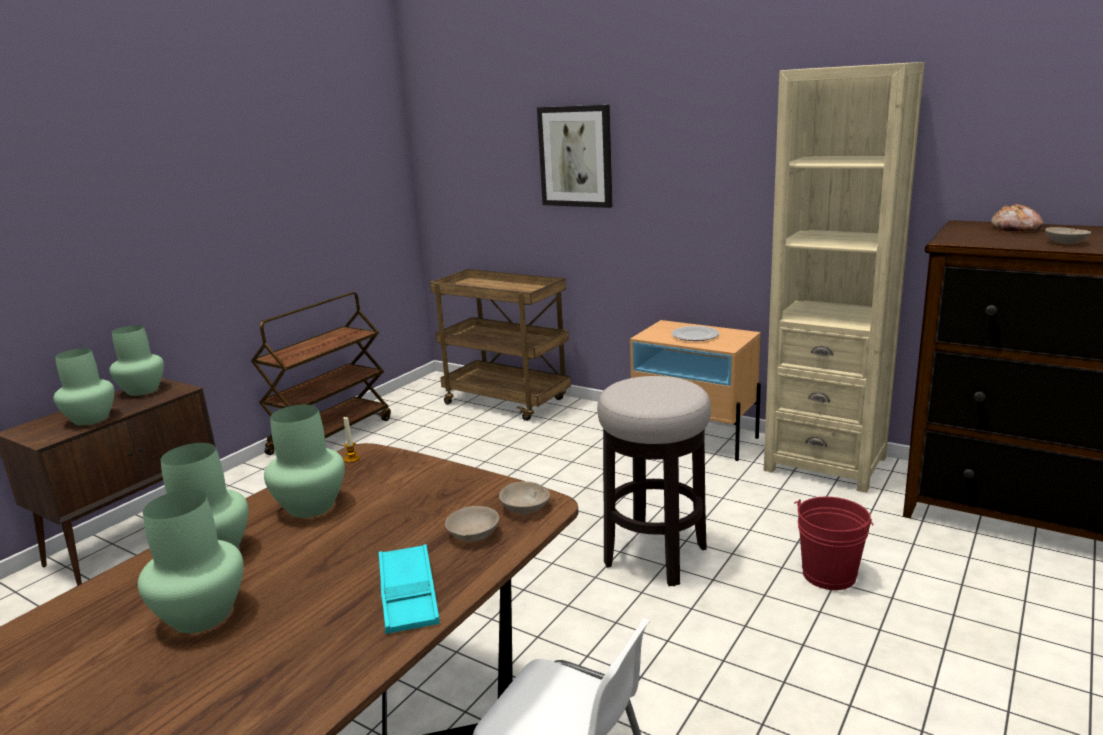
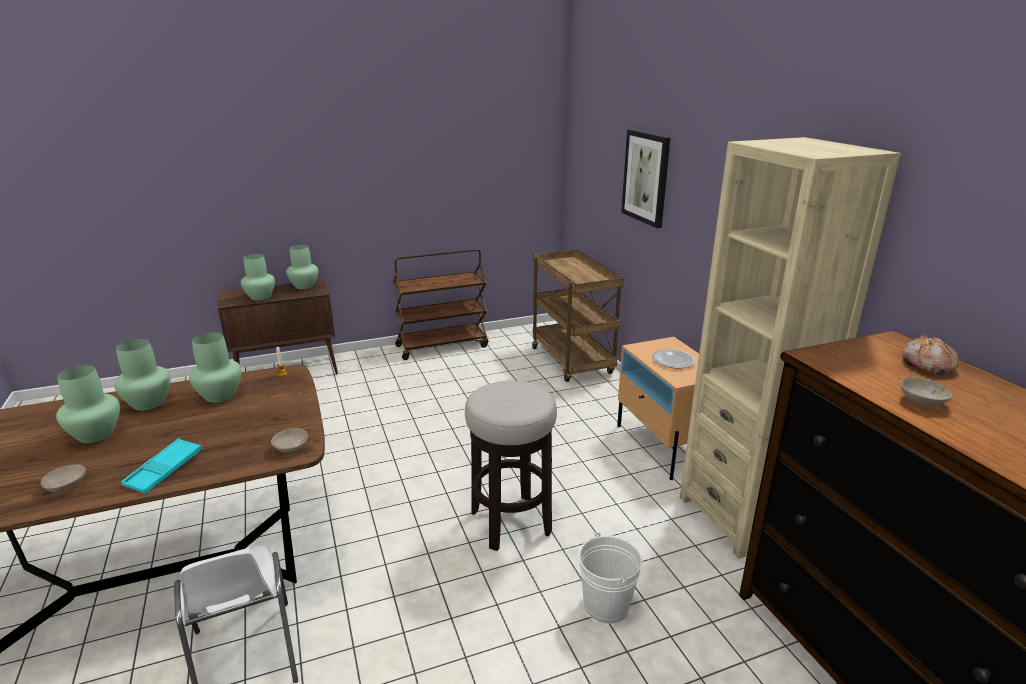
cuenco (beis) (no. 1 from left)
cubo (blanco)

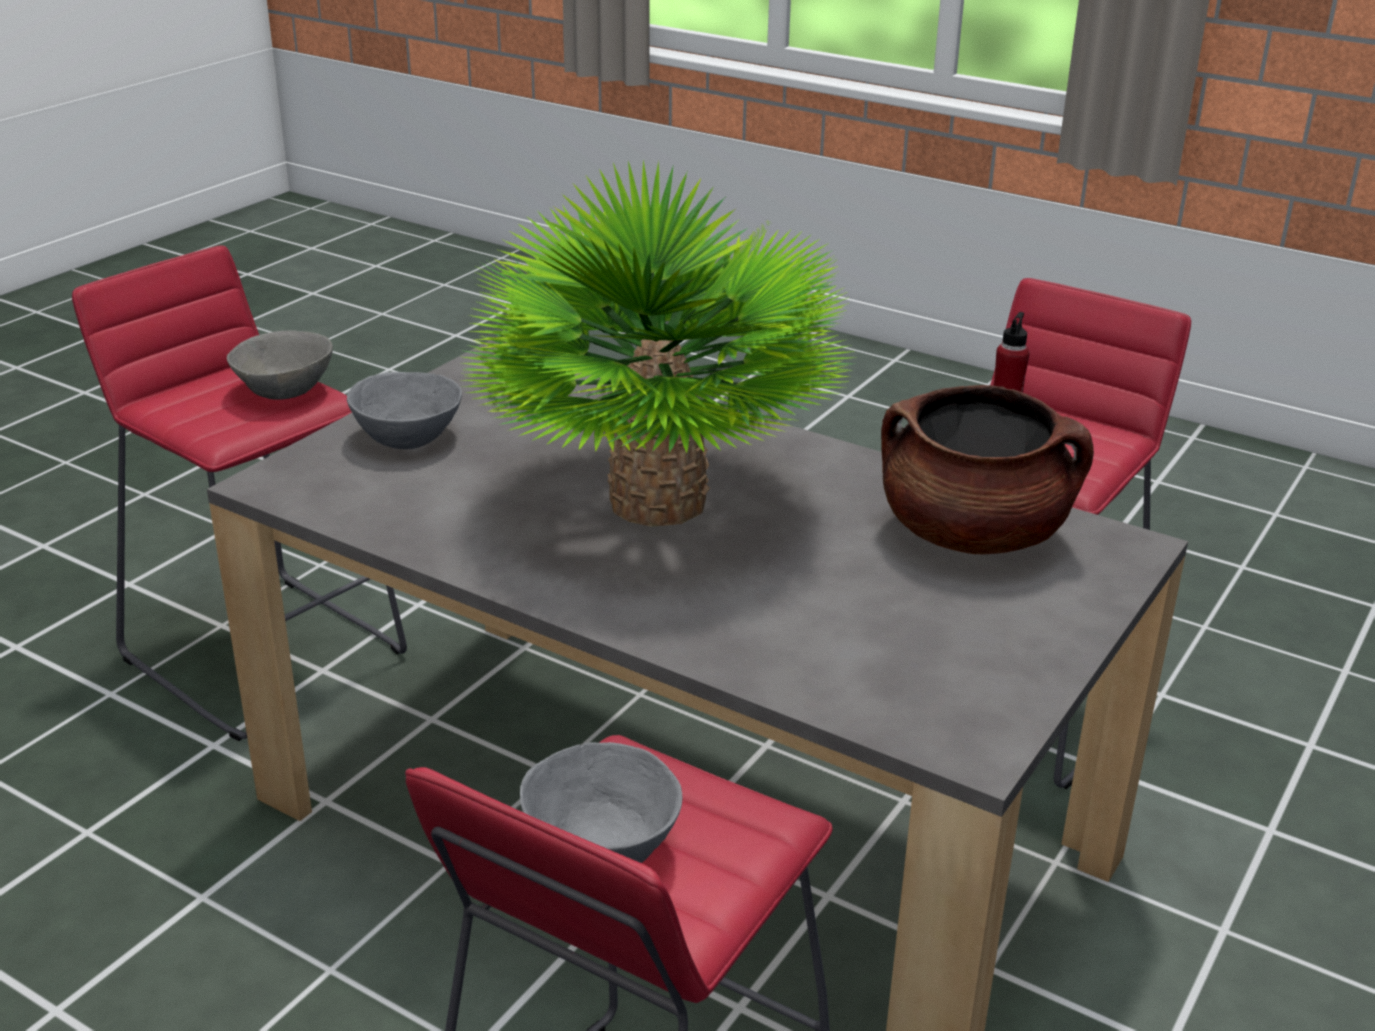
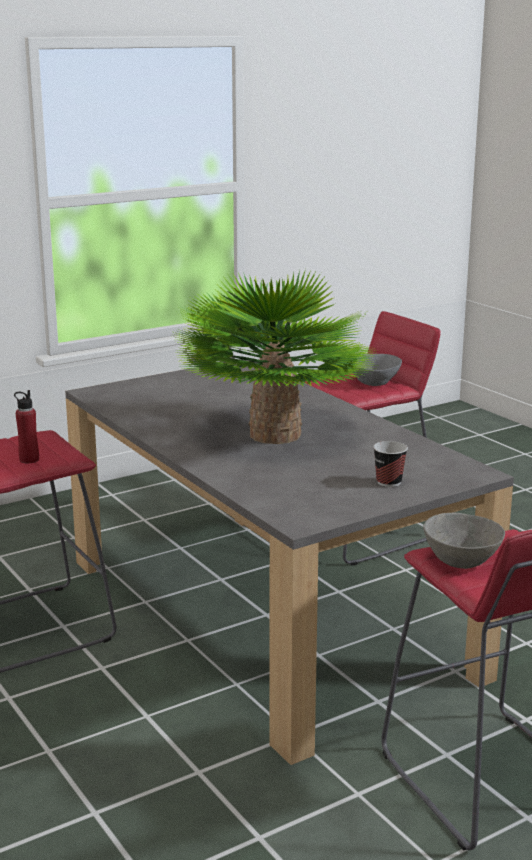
taza
olla (marrón)

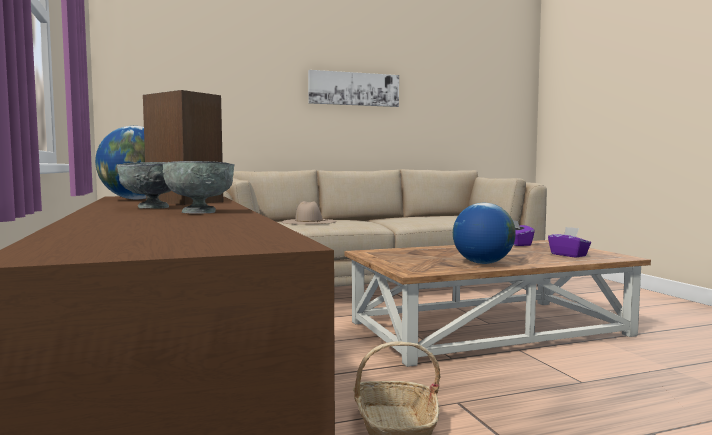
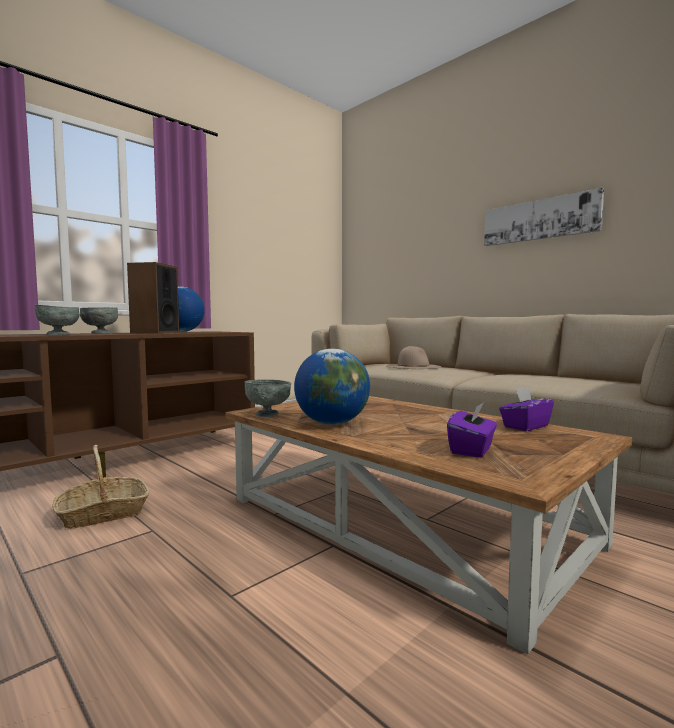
cuenco (gris) (no. 3 from left)

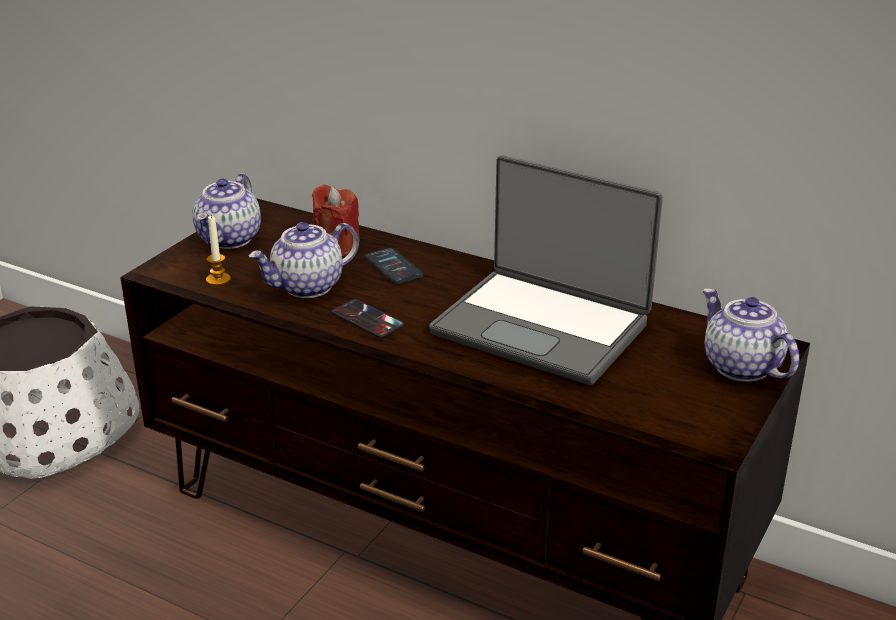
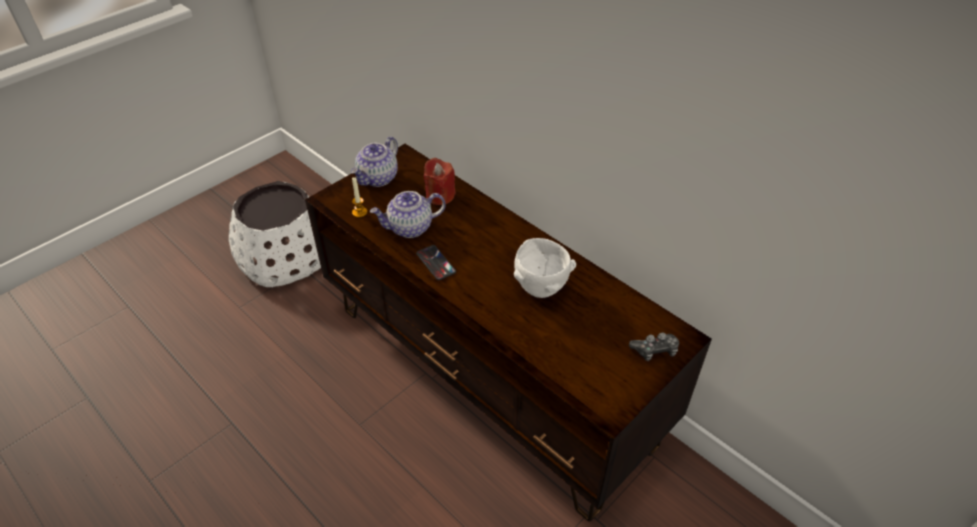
cuenco (blanco)
mando de consola
móvil (no. 2 from left in the first image)

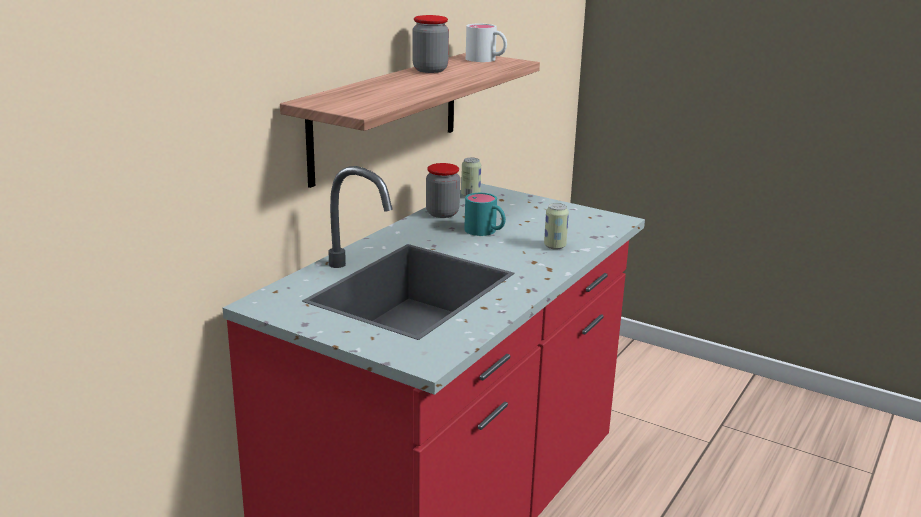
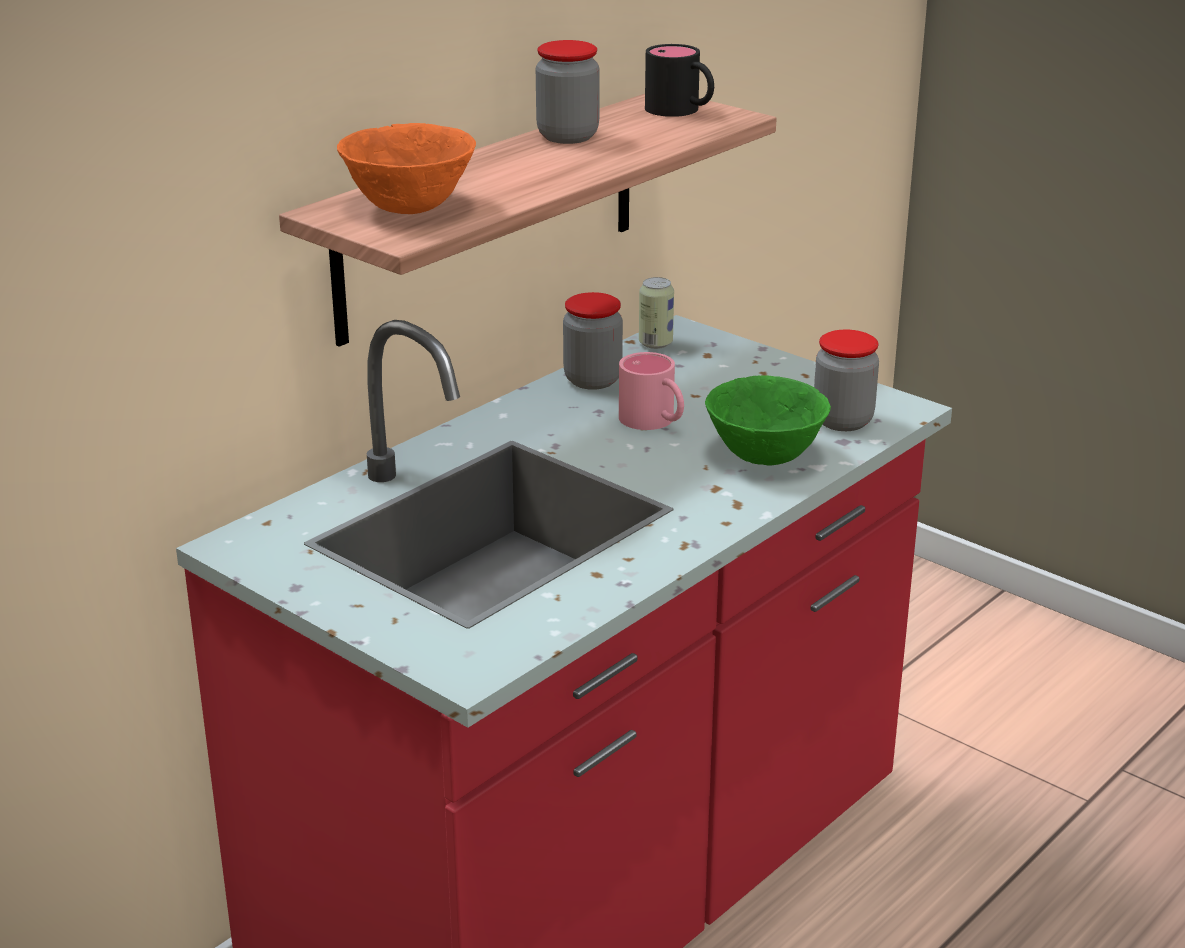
cuenco (naranja)
taza grande (rosa)
taza grande (negro)
cuenco (verde)
tarro (no. 3 from left)

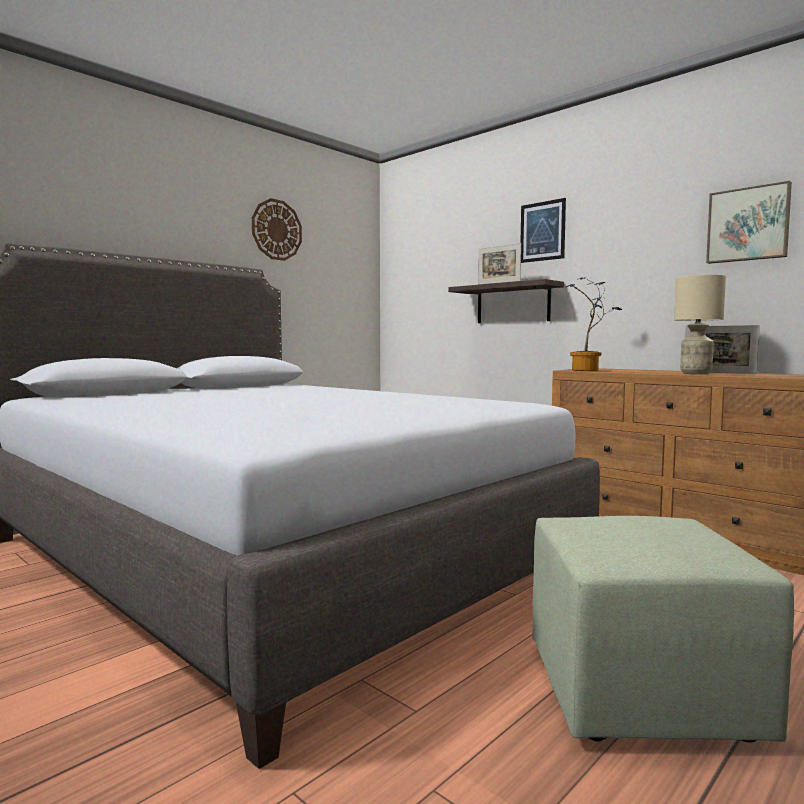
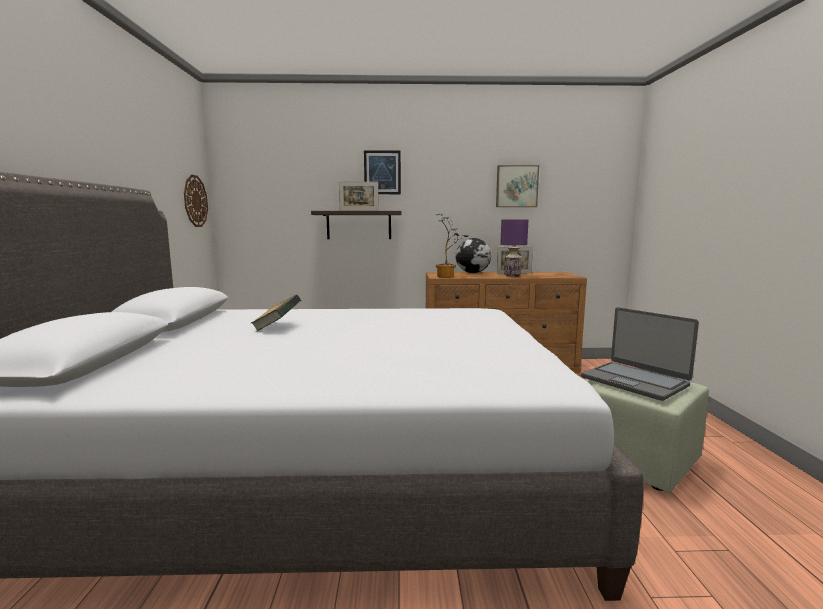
reloj de pared
libro
globo terráqueo
lámpara de mesa (morado)
portátil

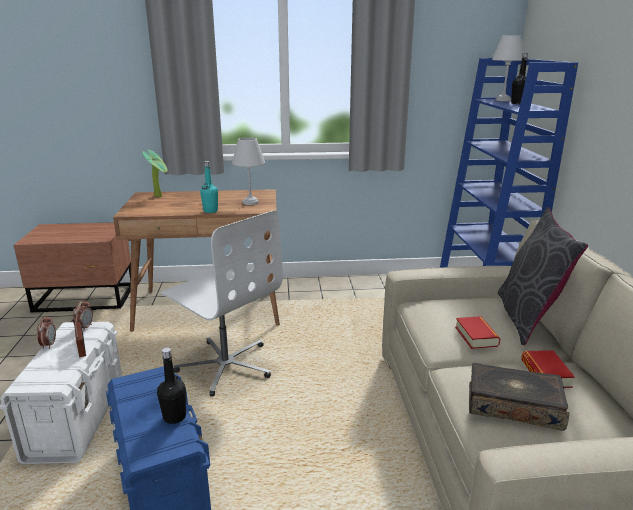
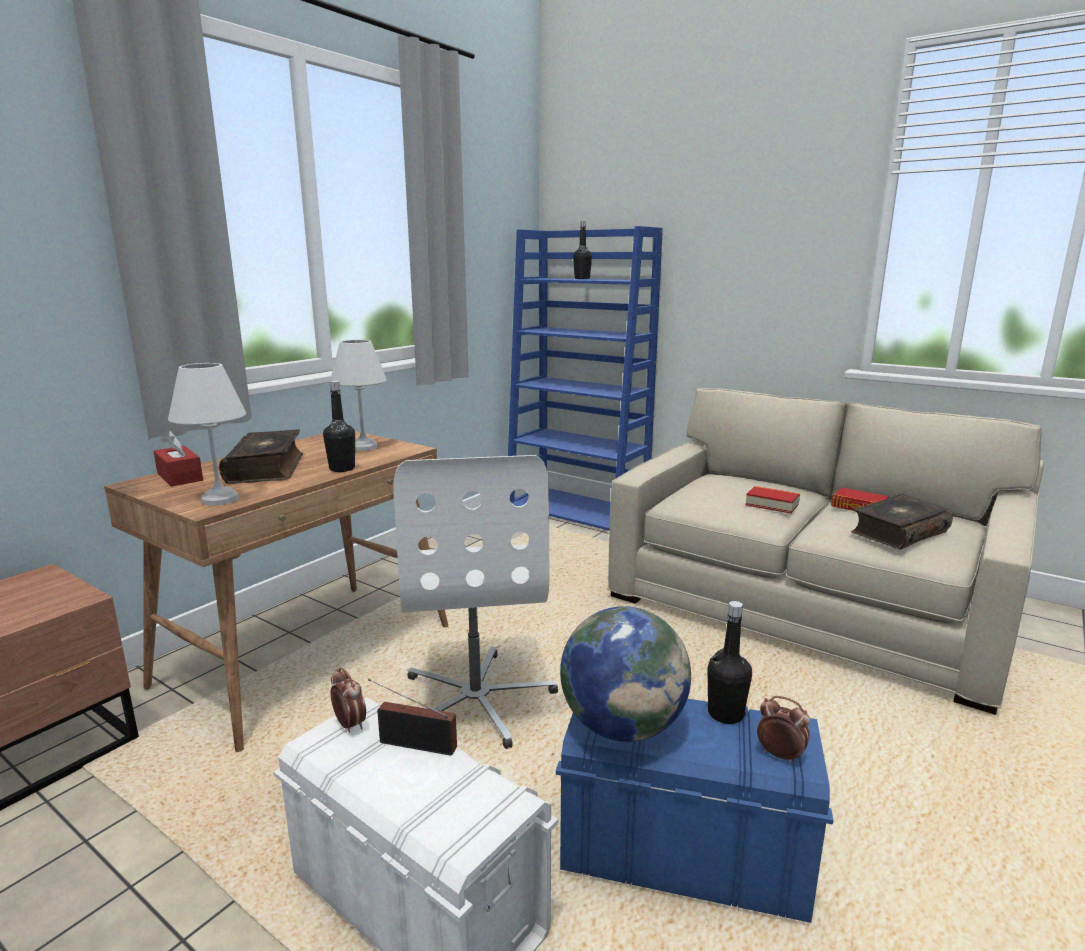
caja de pañuelos (rojo)
lámpara de mesa (blanco) (no. 1 from left)
libro (no. 1 from left)
botella (negro) (no. 1 from left)
silla de oficina (blanco)
globo terráqueo
despertador (no. 2 from left)
cojín (gris)

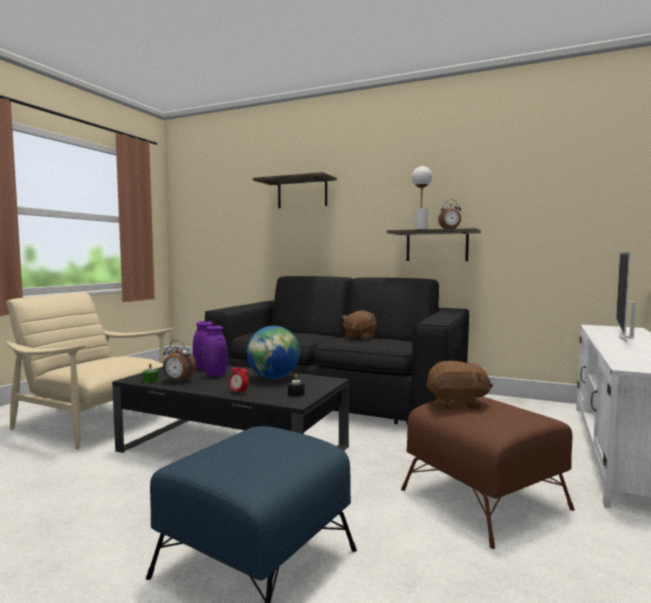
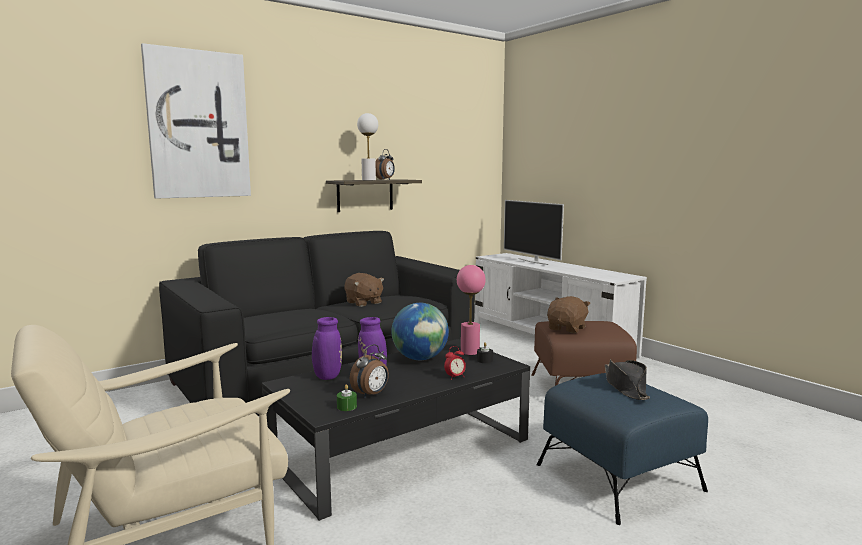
cuadro
lámpara de mesa (rosa)
sombrero (negro)

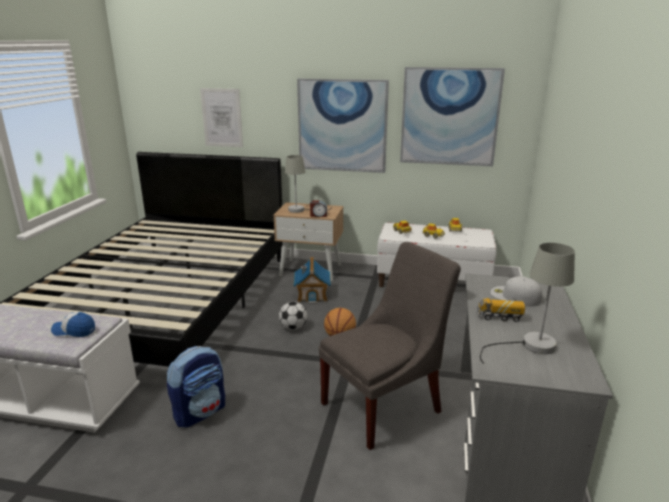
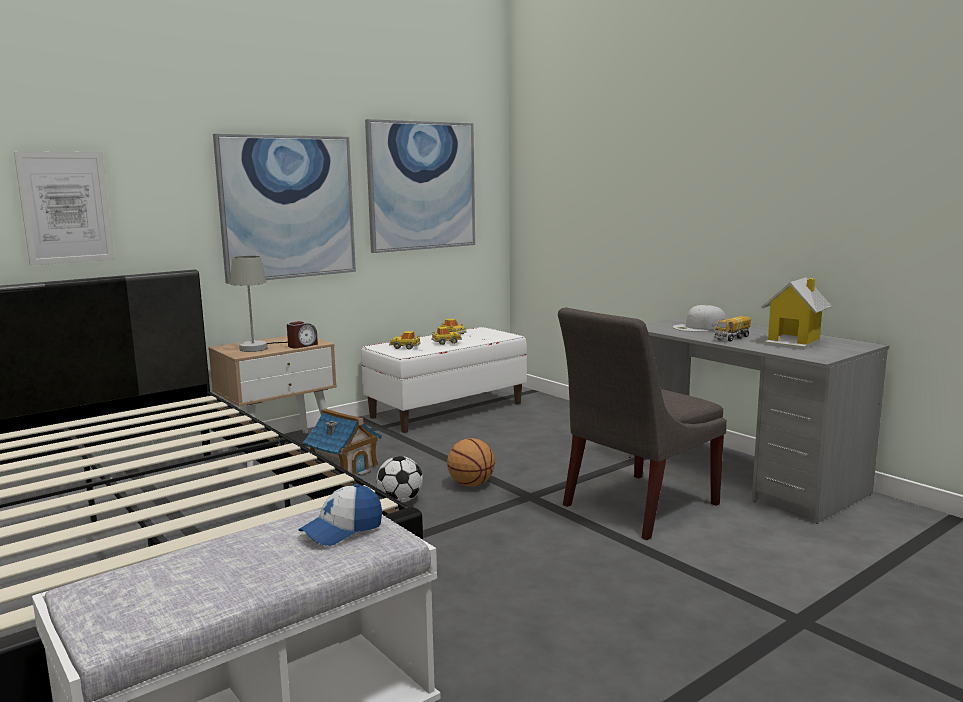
silla (gris)
casita (no. 2 from left)
mochila

